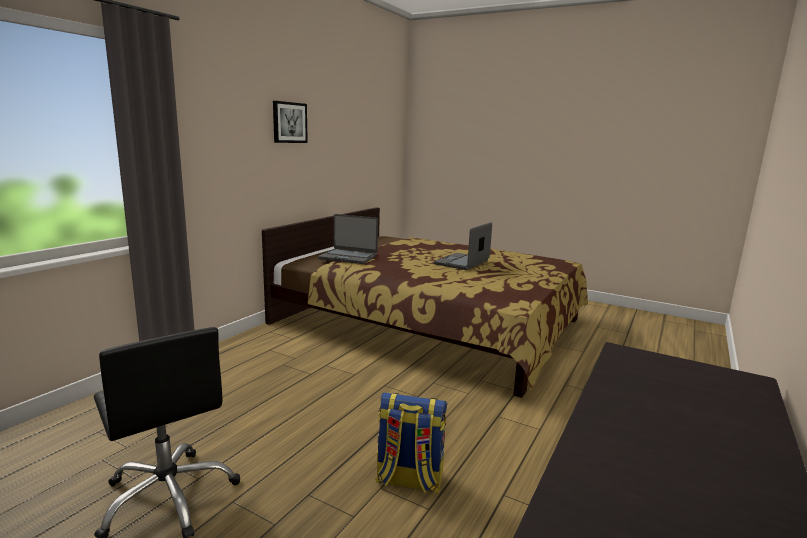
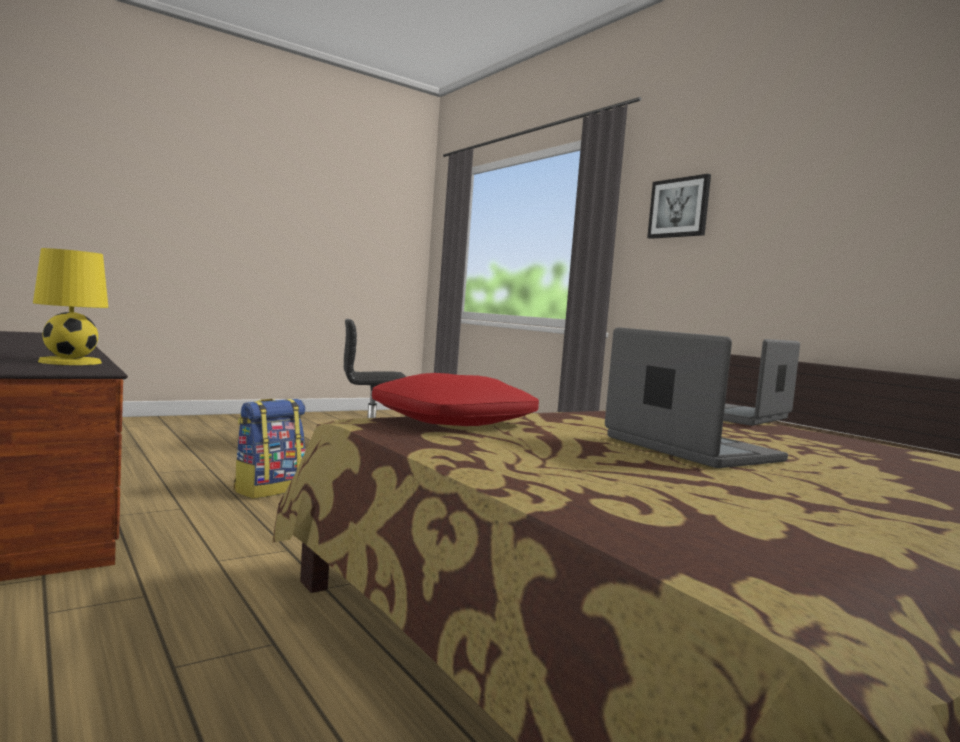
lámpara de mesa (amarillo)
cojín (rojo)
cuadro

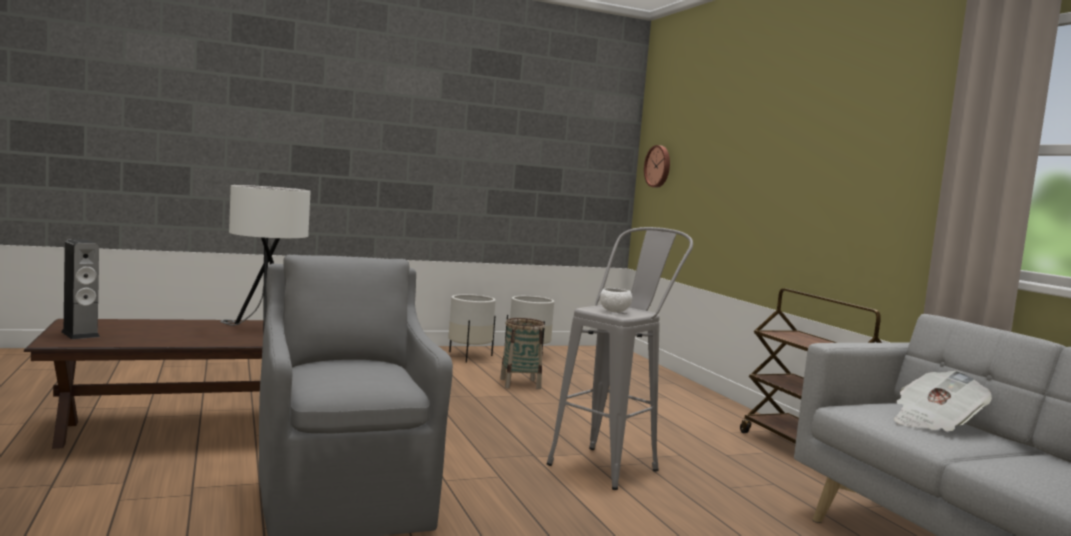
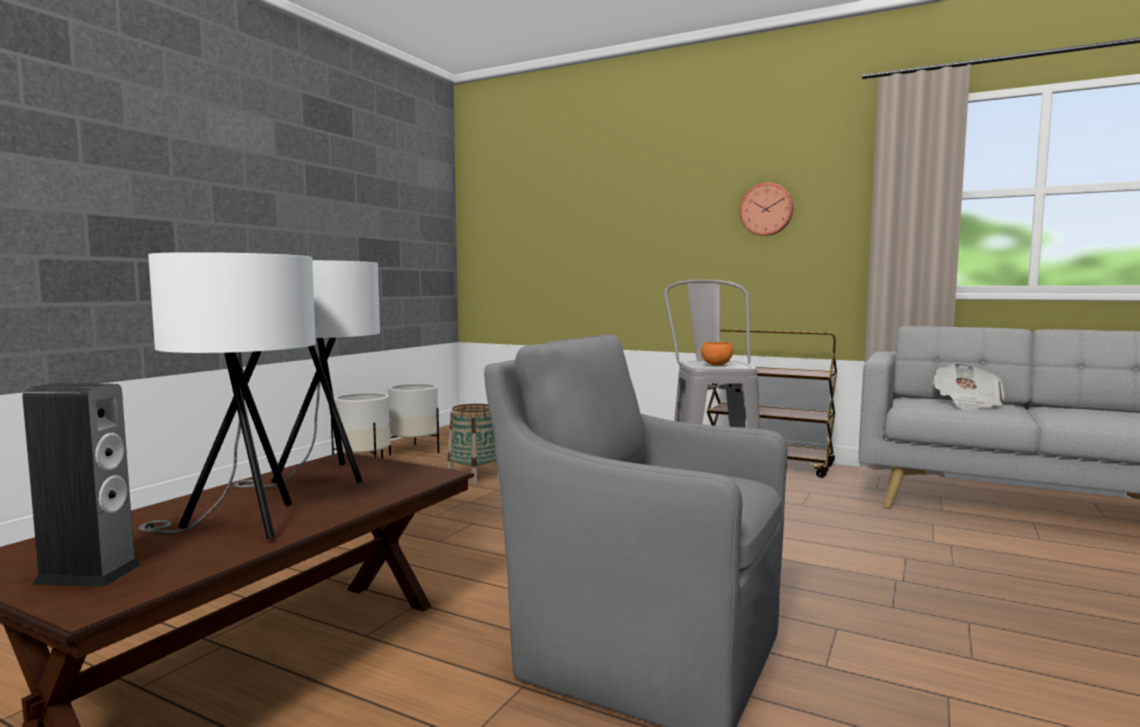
lámpara de mesa (blanco) (no. 1 from left)
cuenco (naranja)
reloj de pared

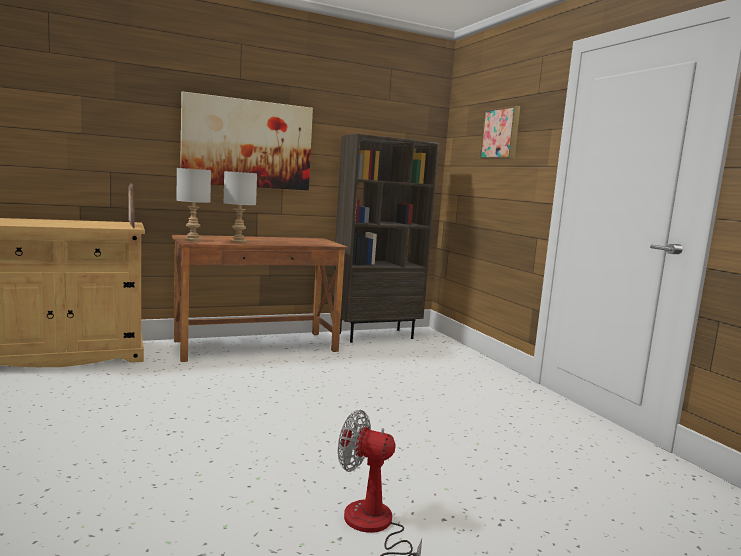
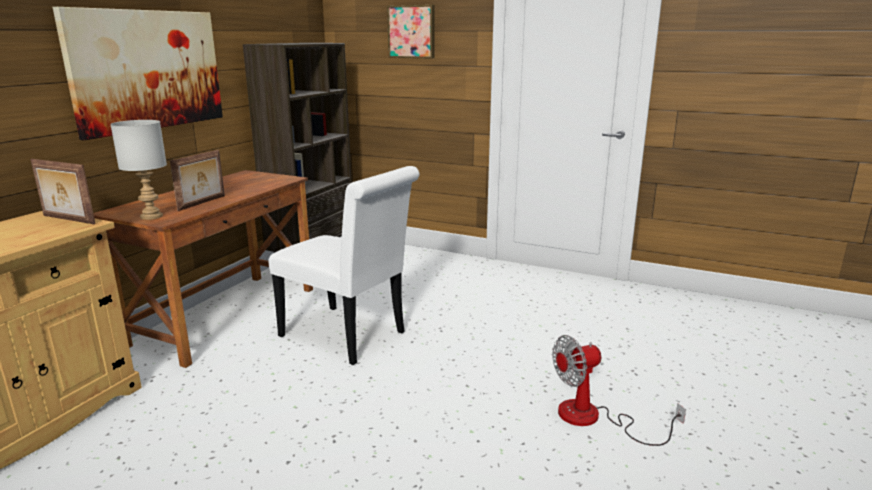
portarretratos (no. 2 from left)
silla (blanco)

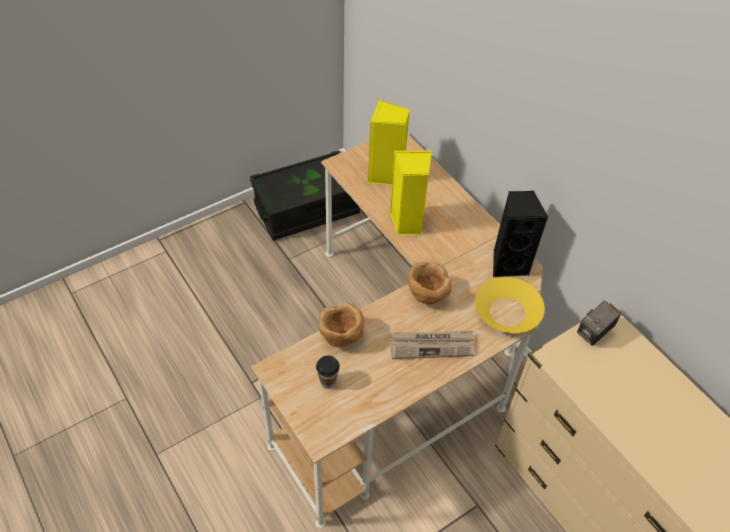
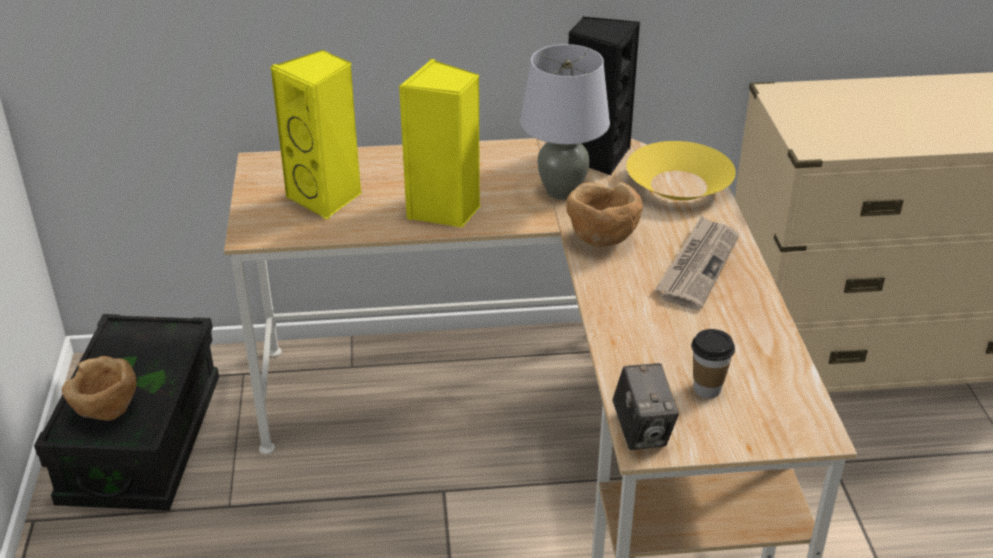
cuenco (marrón) (no. 1 from left)
lámpara de mesa (gris)
cámara

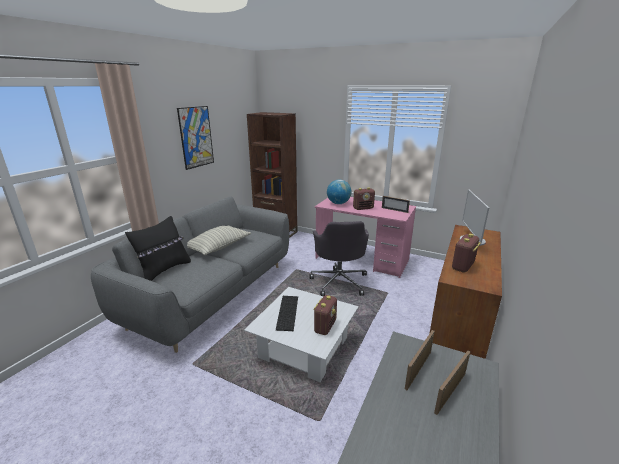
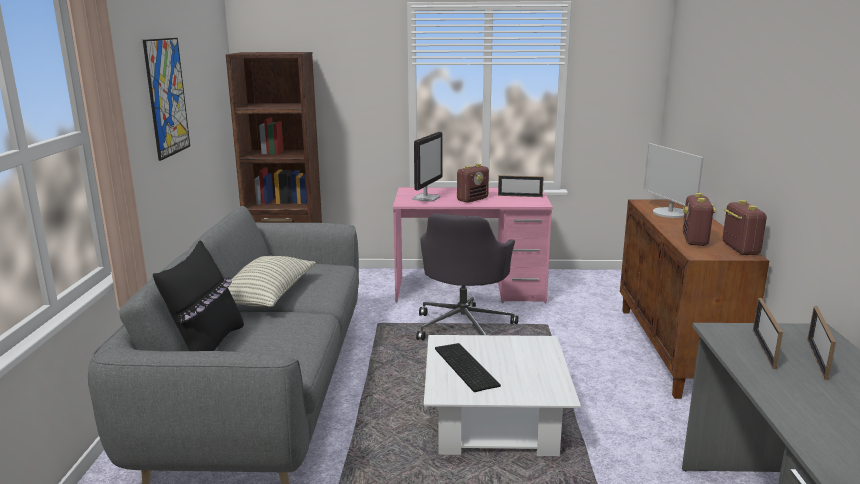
monitor (no. 1 from left)
silla de oficina (gris)
radio (no. 3 from left)

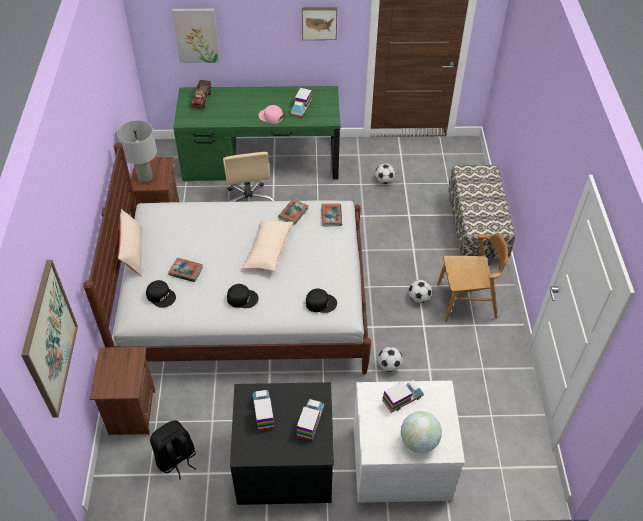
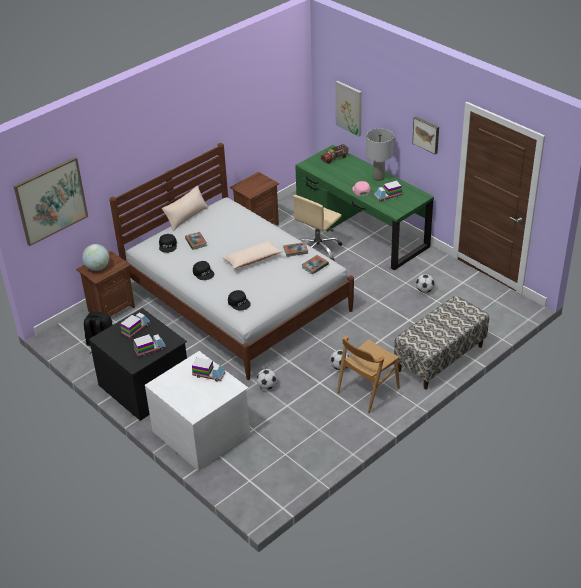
globo terráqueo
silla (marrón)
lámpara de mesa (gris)

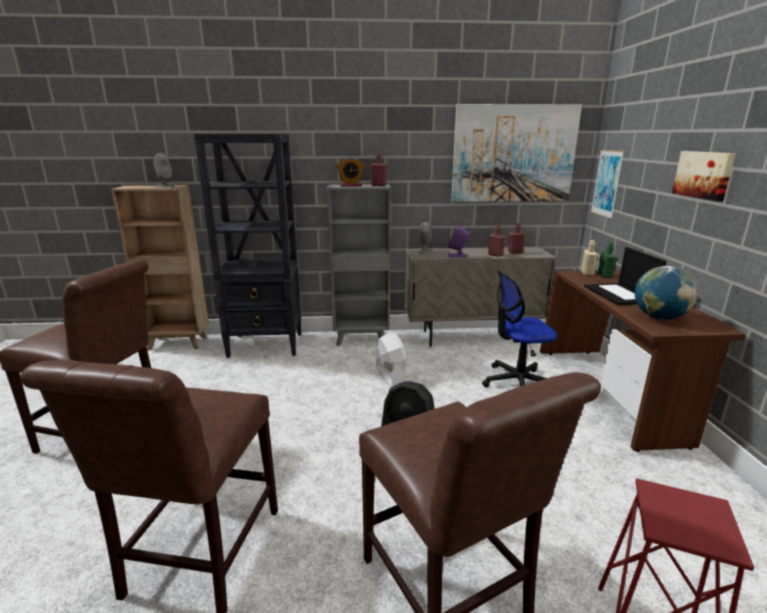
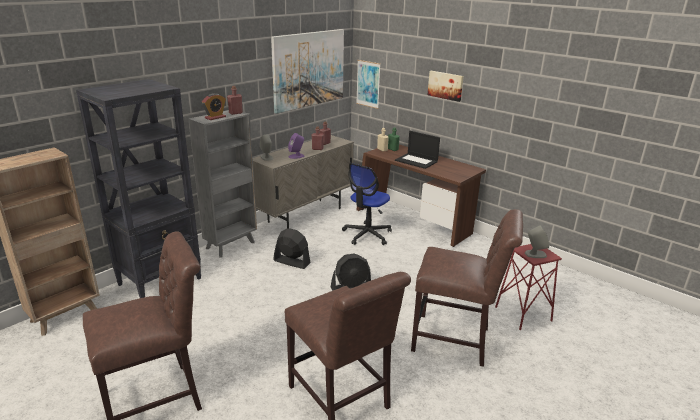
ventilador (negro) (no. 1 from left)
altavoz (gris) (no. 2 from left)
globo terráqueo

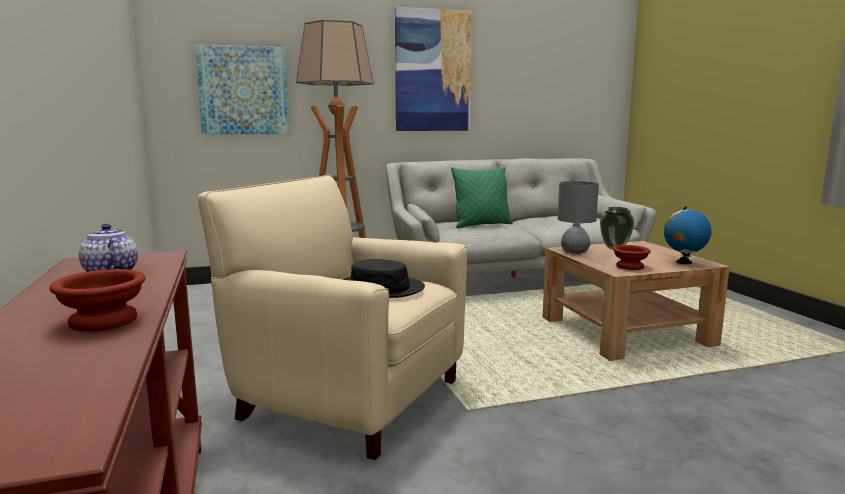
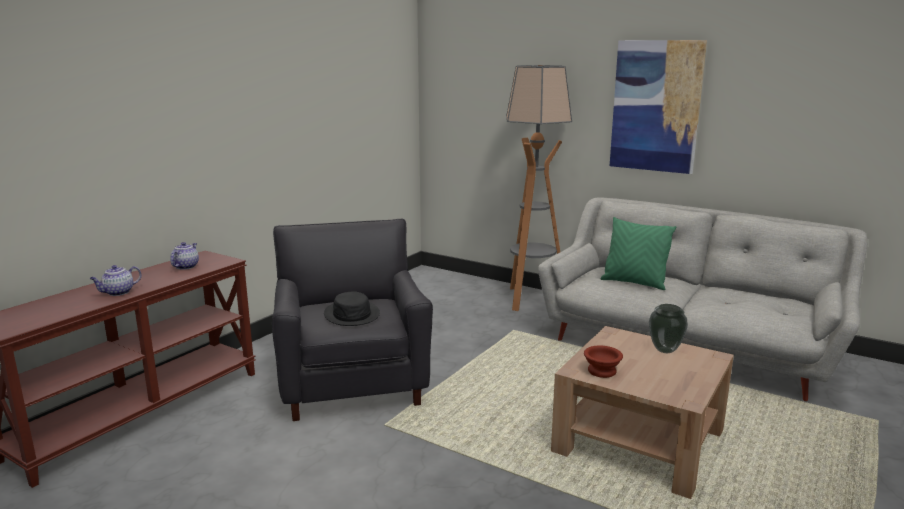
tetera (no. 1 from left)
sillón (negro)
cuadro (no. 1 from left in the first image)
lámpara de mesa (gris)
globo terráqueo

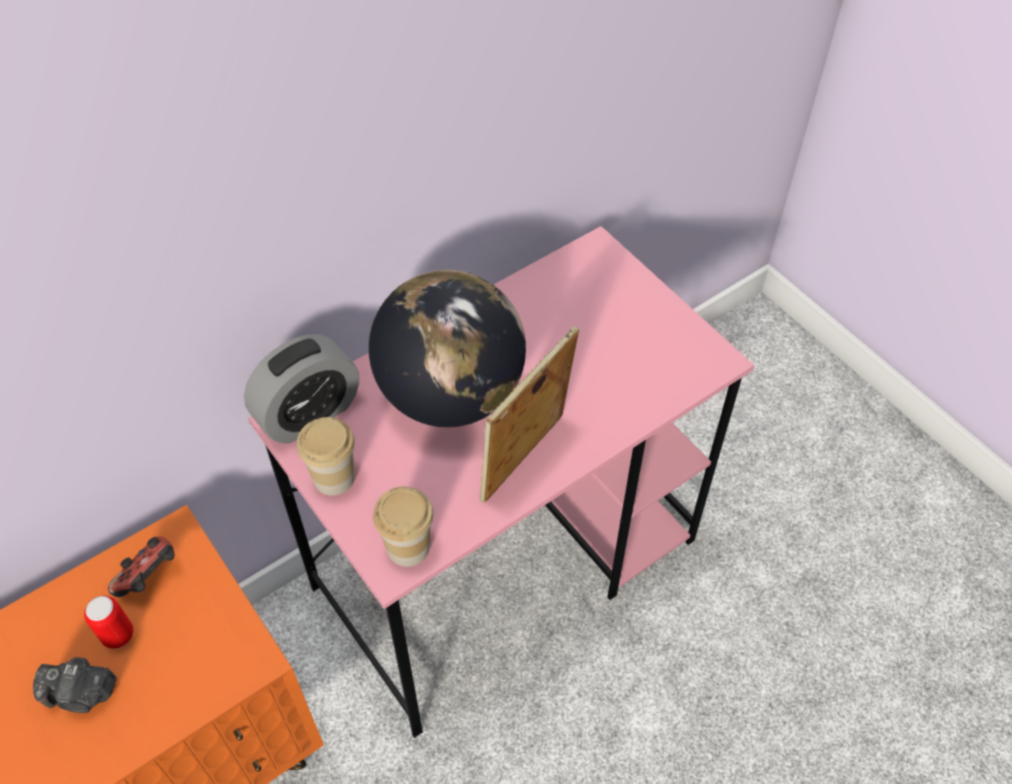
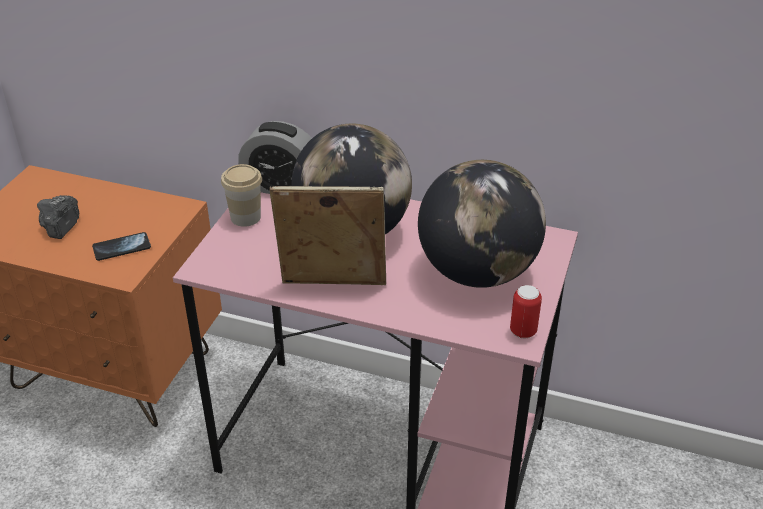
cámara
móvil
globo terráqueo (no. 2 from left)
lata
mando de consola
taza (no. 2 from left in the first image)

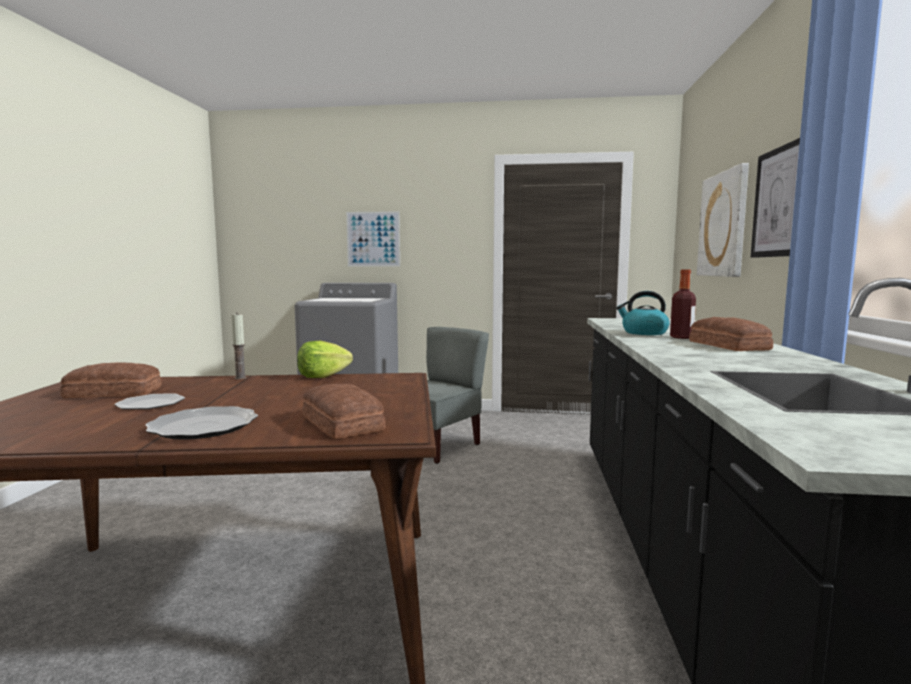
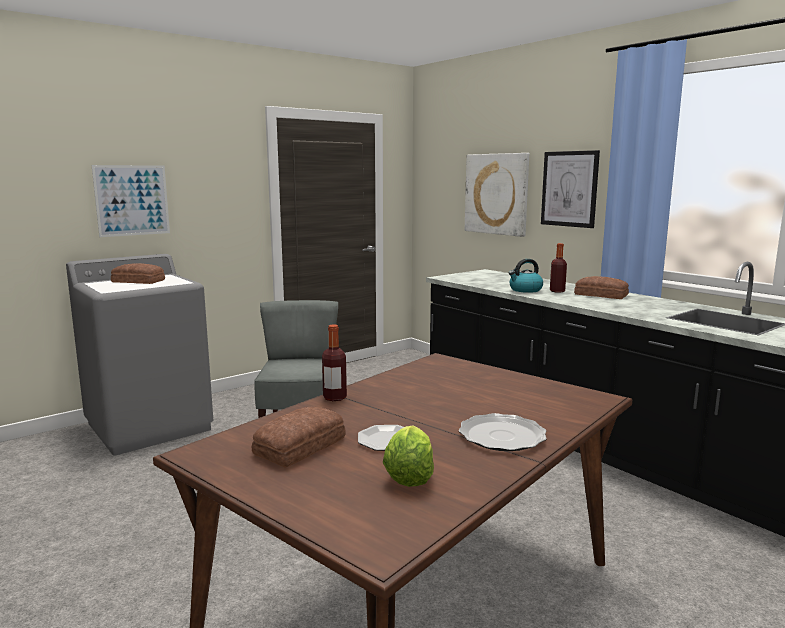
pan (no. 1 from left)
botella (no. 1 from left)
lechuga

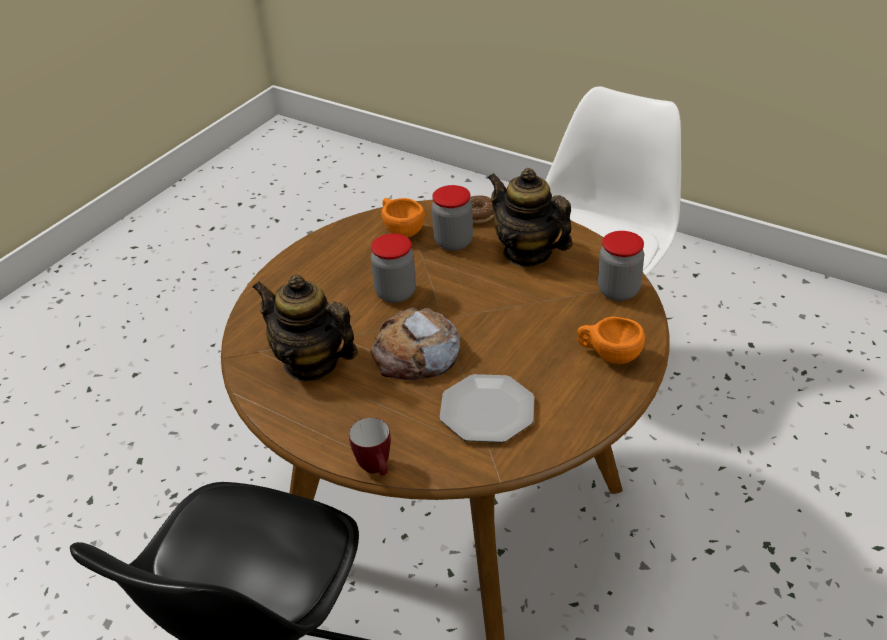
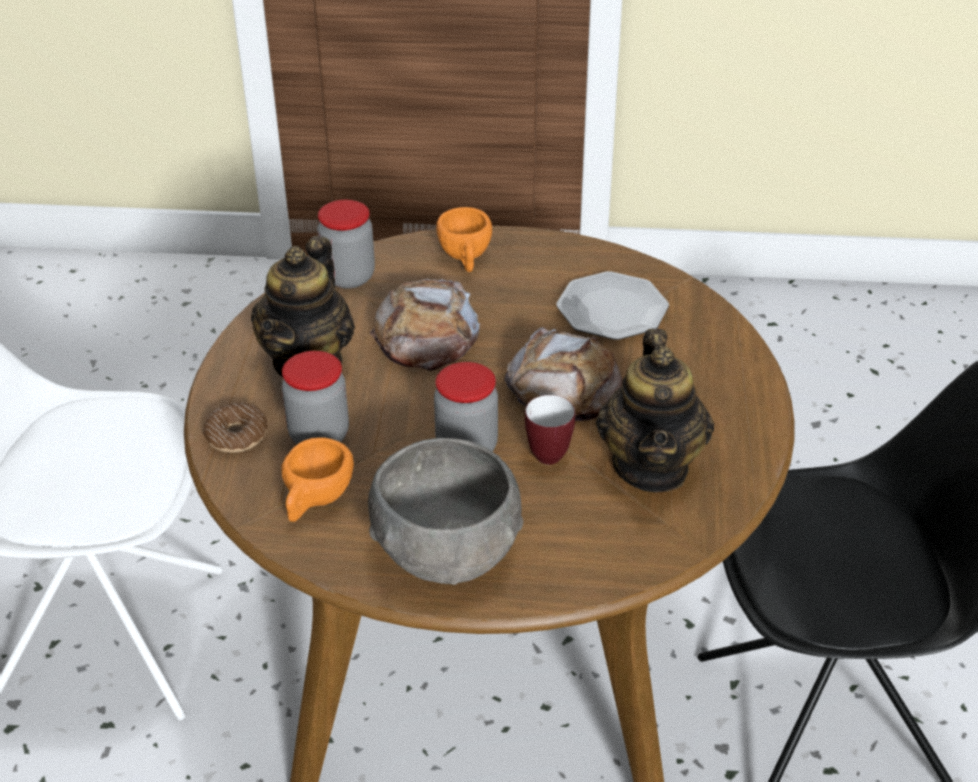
cuenco (gris)
pan (no. 1 from left)
taza grande

